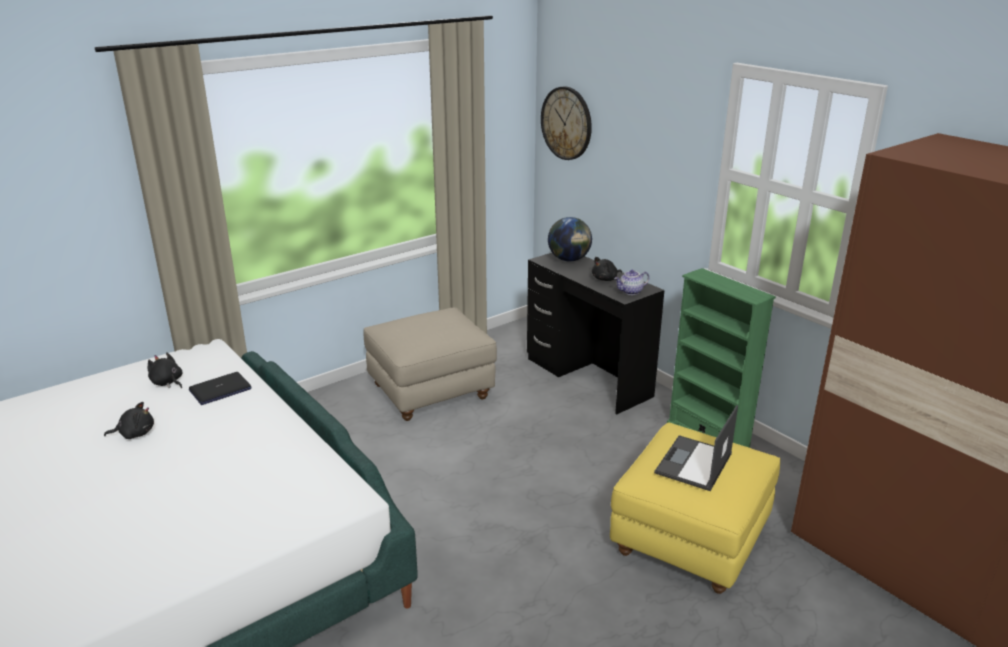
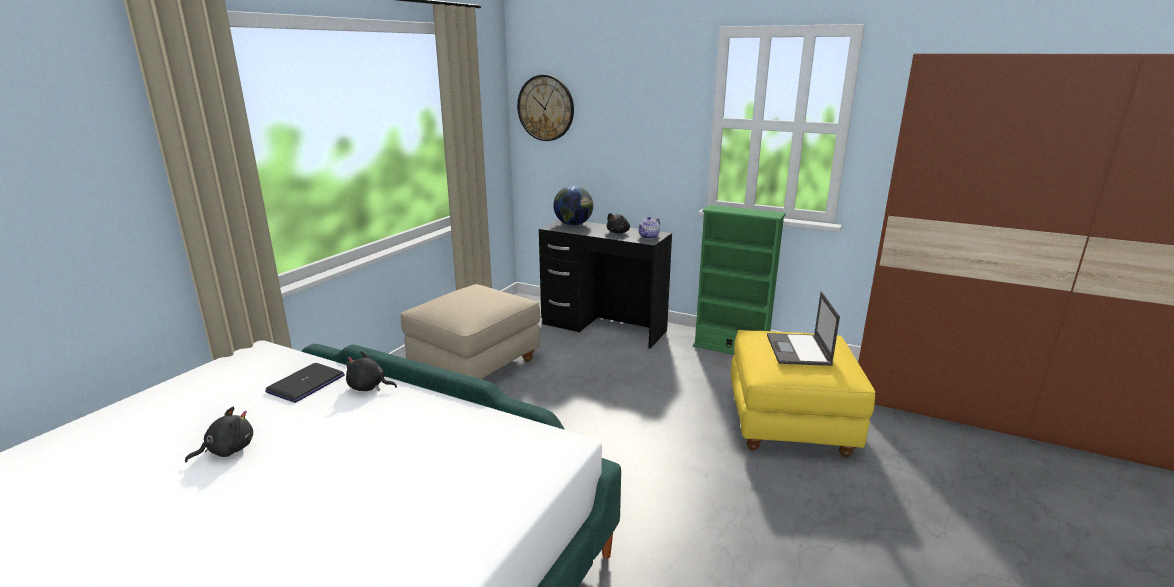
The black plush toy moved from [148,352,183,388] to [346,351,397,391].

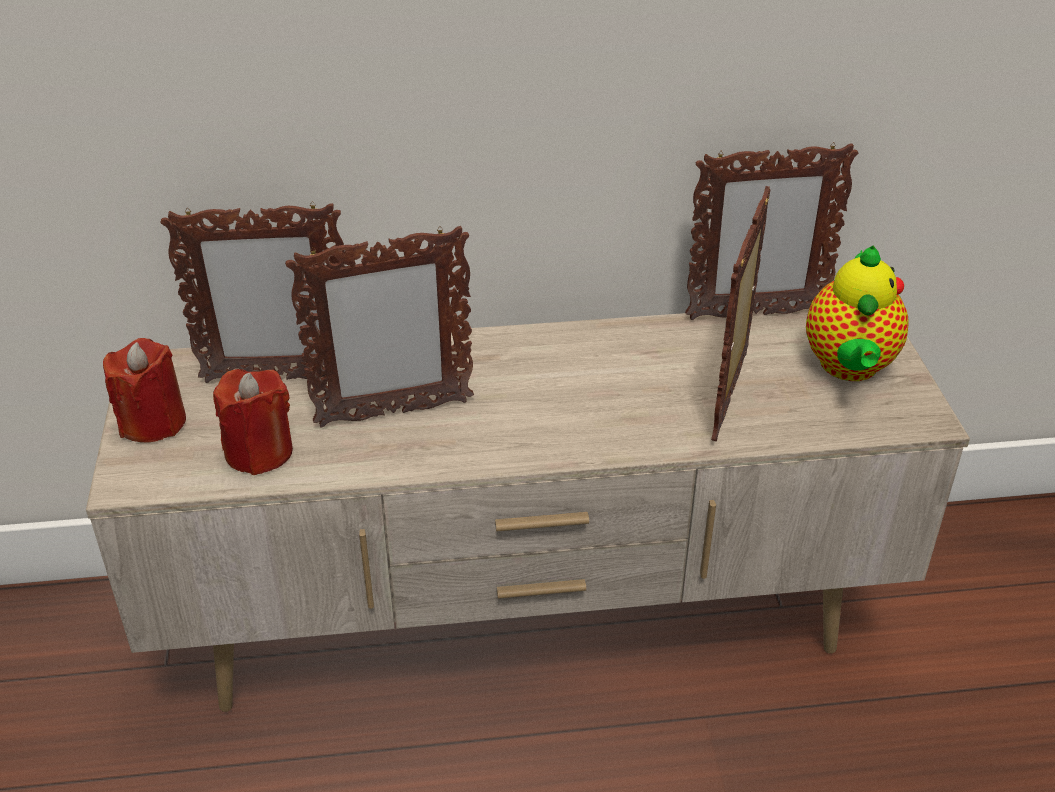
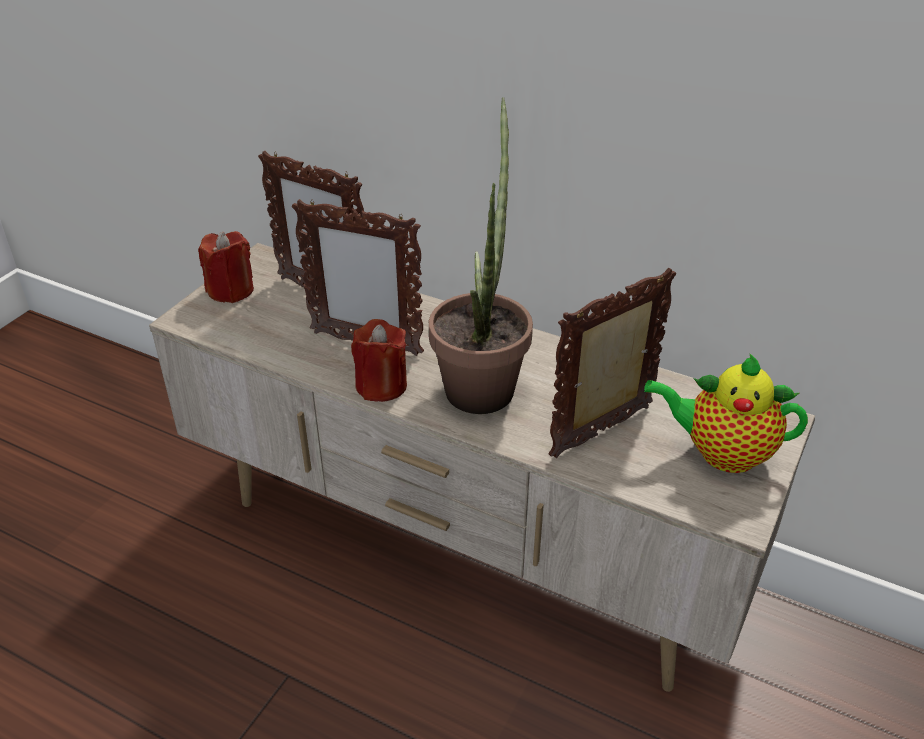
The red candle moved from [213,369,293,475] to [351,319,407,402].
The potted plant at [429,97,533,414] appeared.
The teapot at [806,246,909,381] turned 60 degrees clockwise.
The picture frame at [685,142,858,320] disappeared.

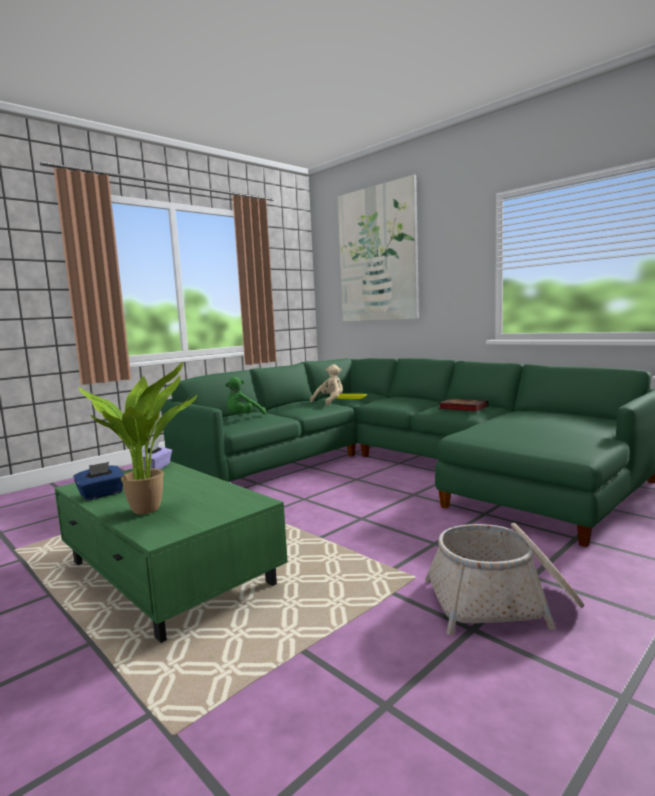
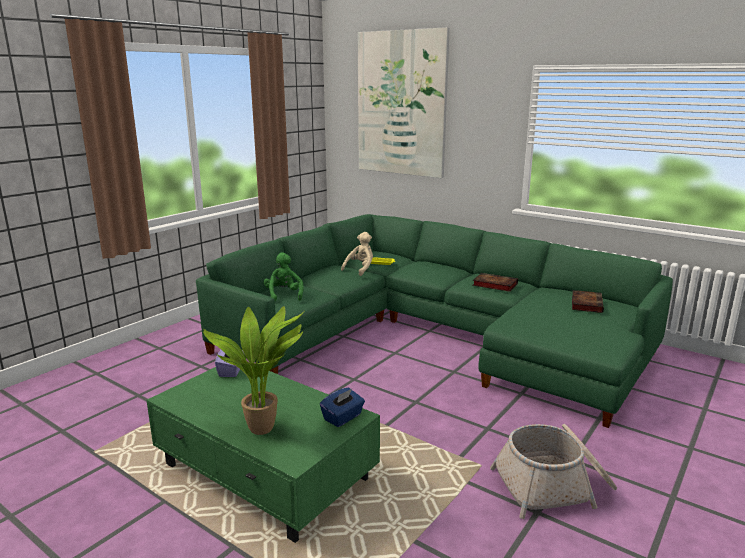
The green plush toy at [225,377,266,415] turned 135 degrees clockwise.
The blue tissue box moved from [73,462,124,500] to [320,388,365,427].
The book at [572,290,604,313] appeared.

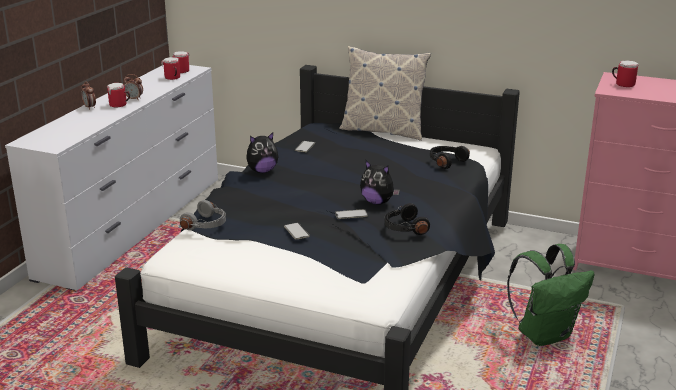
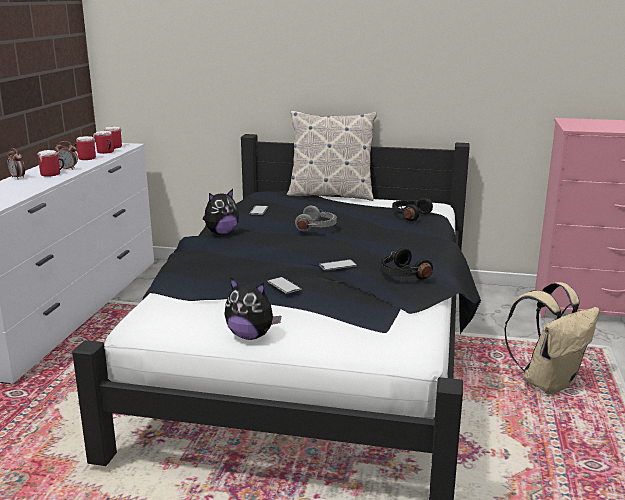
The mug moved from [612,60,639,87] to [74,136,96,160].
The plush toy moved from [360,161,400,205] to [224,277,281,340].
The grey headphones moved from [180,200,226,230] to [295,206,337,231].
The green backpack at [507,244,595,346] became the beige backpack at [504,282,600,394].

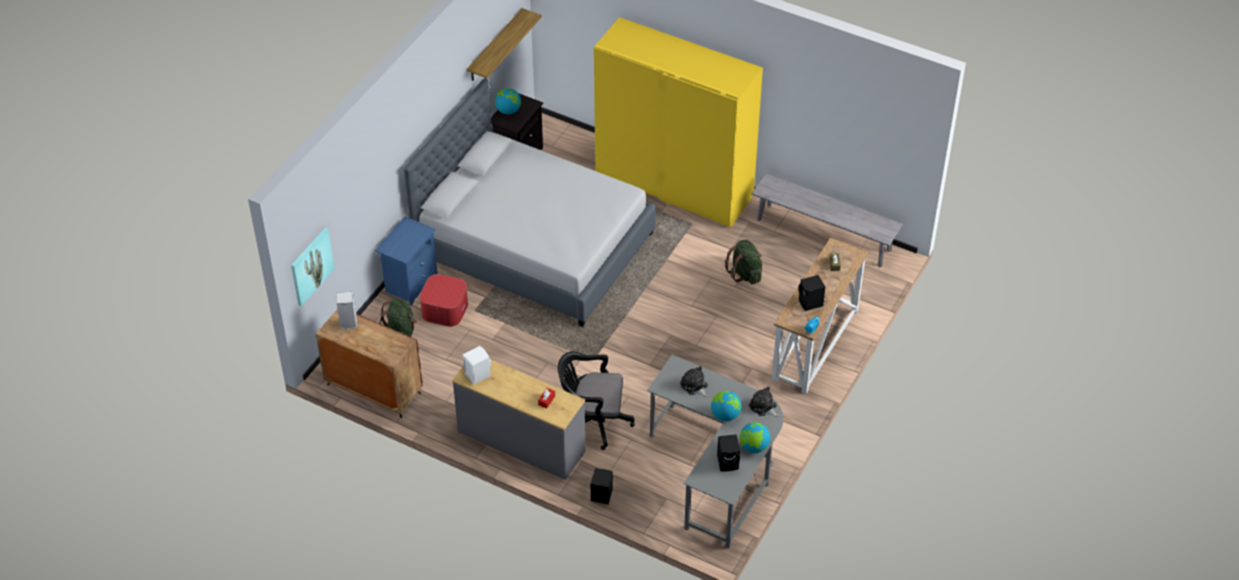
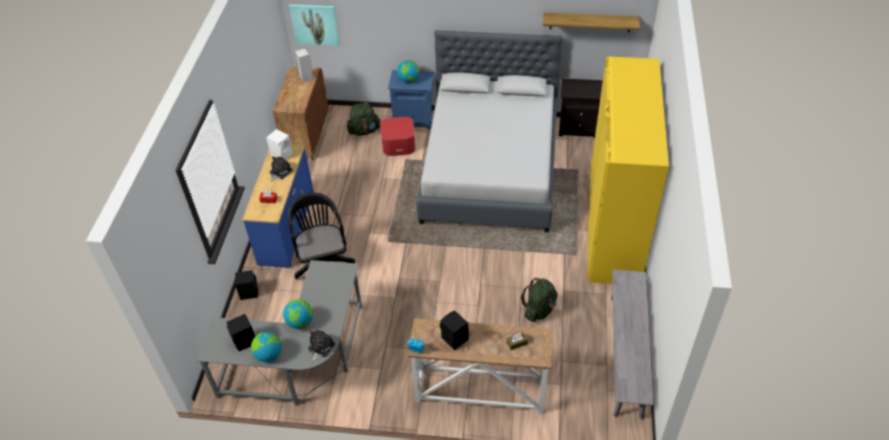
The grey dresser at [452,359,586,480] became the blue dresser at [242,144,314,268].
The plush toy moved from [680,366,708,397] to [270,157,293,182].
The globe moved from [495,88,521,114] to [397,60,419,83].

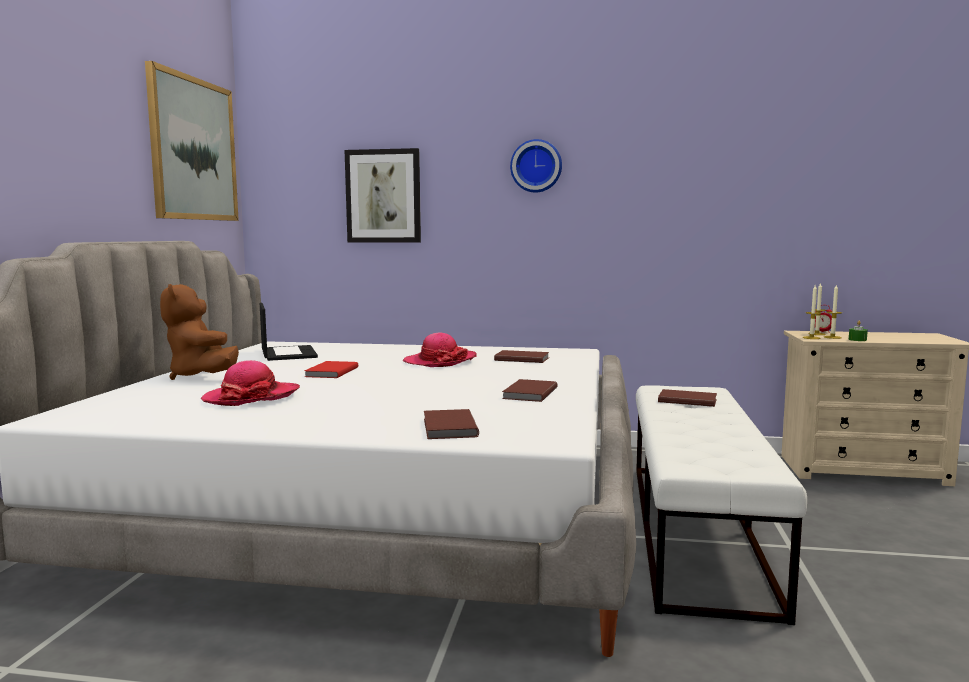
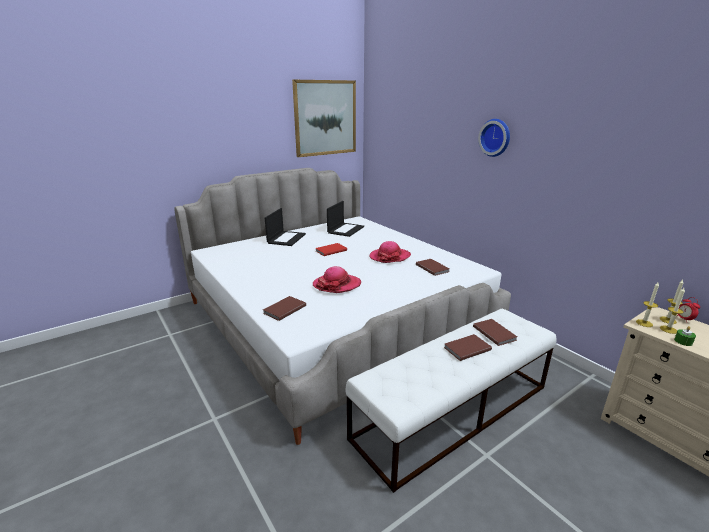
The brown plush toy at [160,284,239,380] was replaced by the laptop at [265,208,306,246].
The hat moved from [201,360,300,406] to [313,266,361,293].
The brown book moved from [502,379,557,402] to [444,334,492,361].
The picture at [345,148,421,243] disappeared.

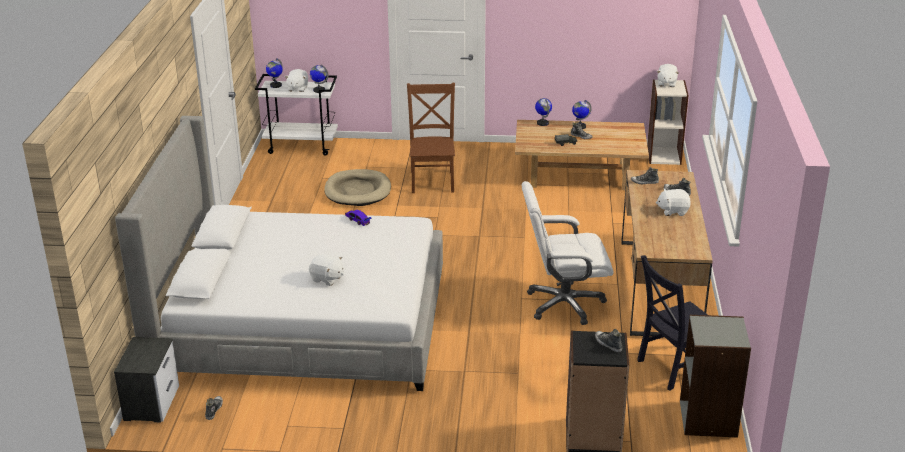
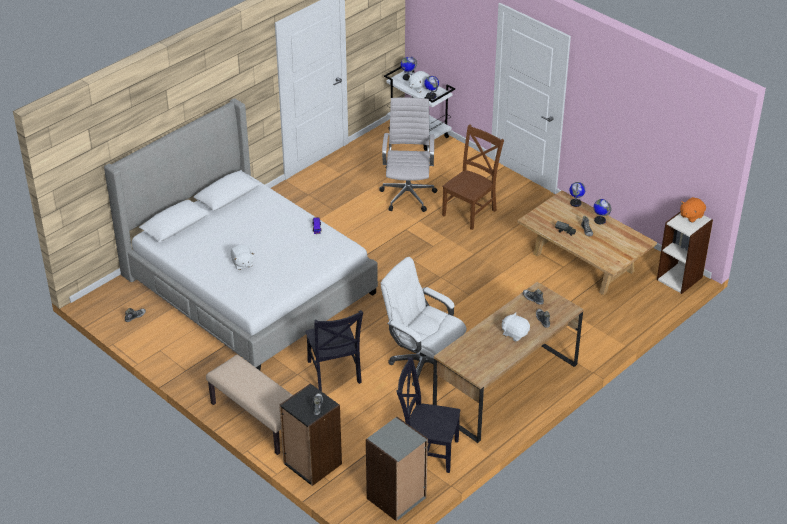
The beige bench at [206,354,293,455] appeared.
The black chair at [305,310,363,392] appeared.
The beige dog bed at [324,169,391,206] was replaced by the white office chair at [379,97,437,212].
The white plush toy at [657,64,679,87] became the orange plush toy at [680,197,706,223].
The nightstand at [114,337,179,423] disappeared.

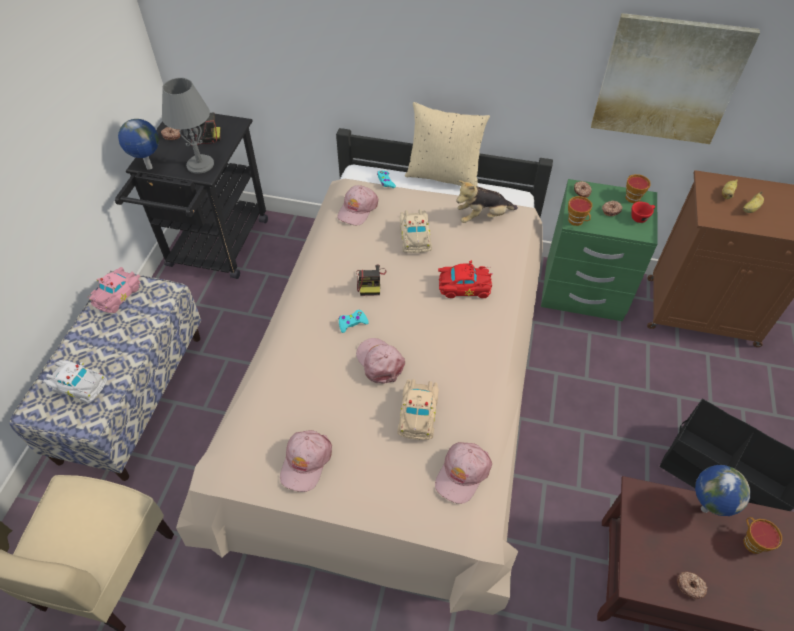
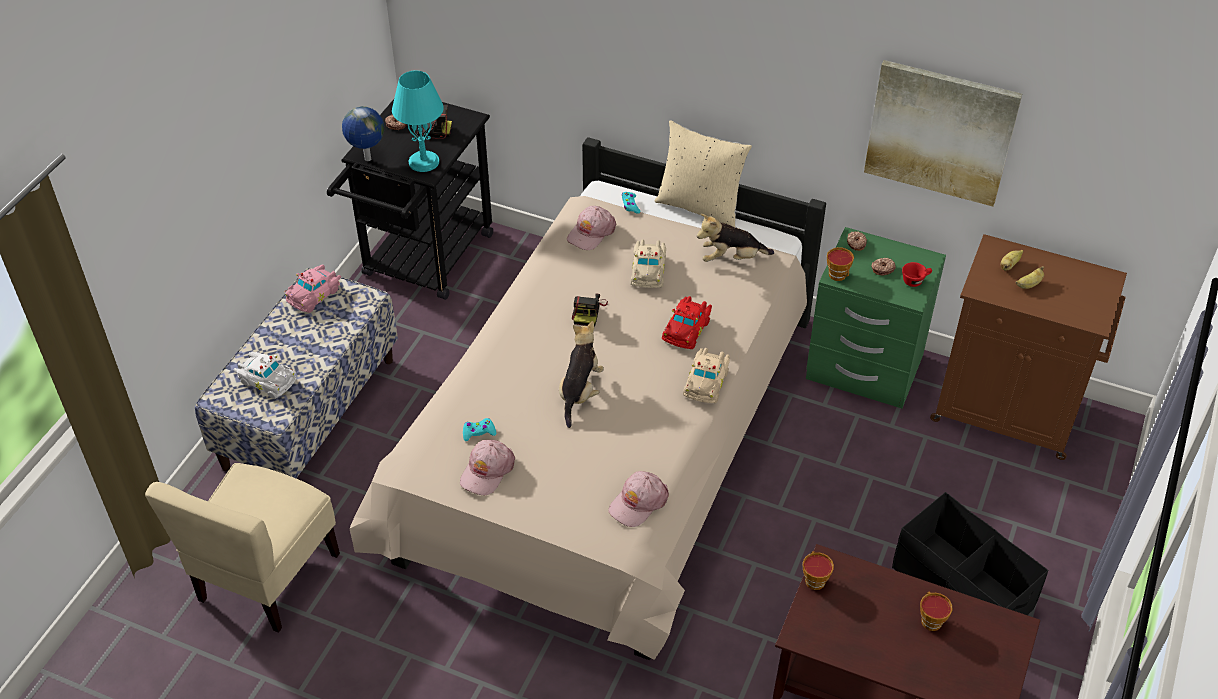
The grey table lamp at [162,78,214,174] became the turquoise table lamp at [392,71,444,172].
The turquoise game controller moved from [339,310,369,333] to [463,418,496,441].
The pink cap at [356,338,405,384] was replaced by the plush toy at [559,321,604,428].
The red toy car at [438,260,493,298] turned 105 degrees clockwise.
The beige toy car moved from [397,379,439,440] to [683,348,730,403].
The cup moved from [625,174,651,203] to [803,551,834,590].
The donut at [677,571,708,599] disappeared.
The globe at [695,465,750,516] disappeared.

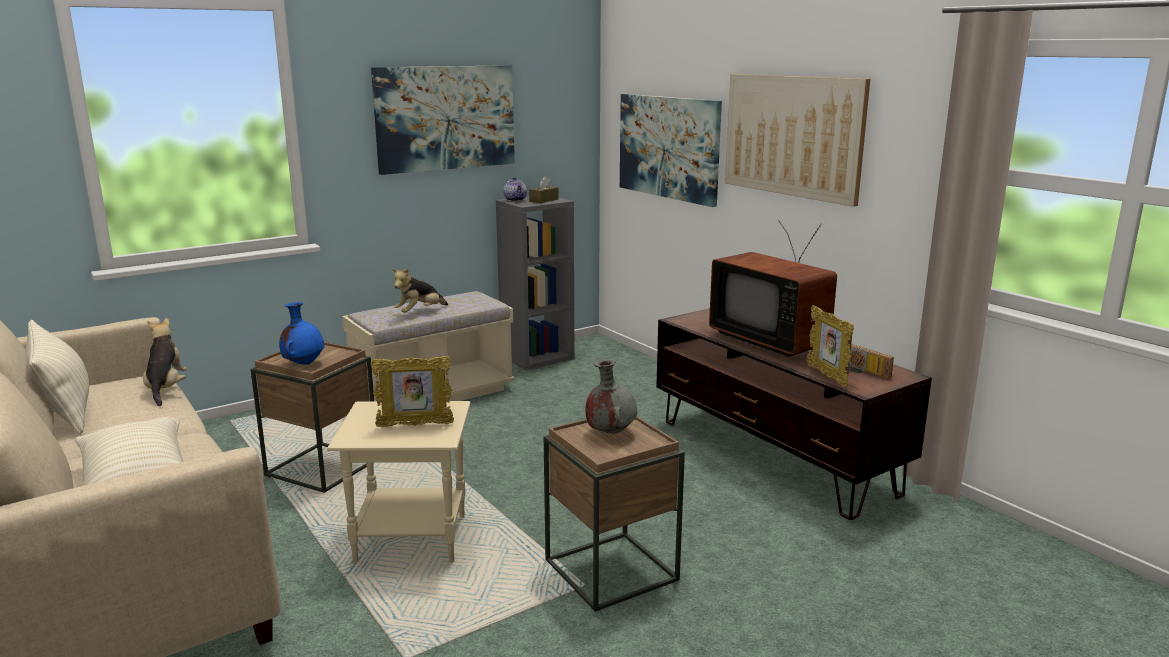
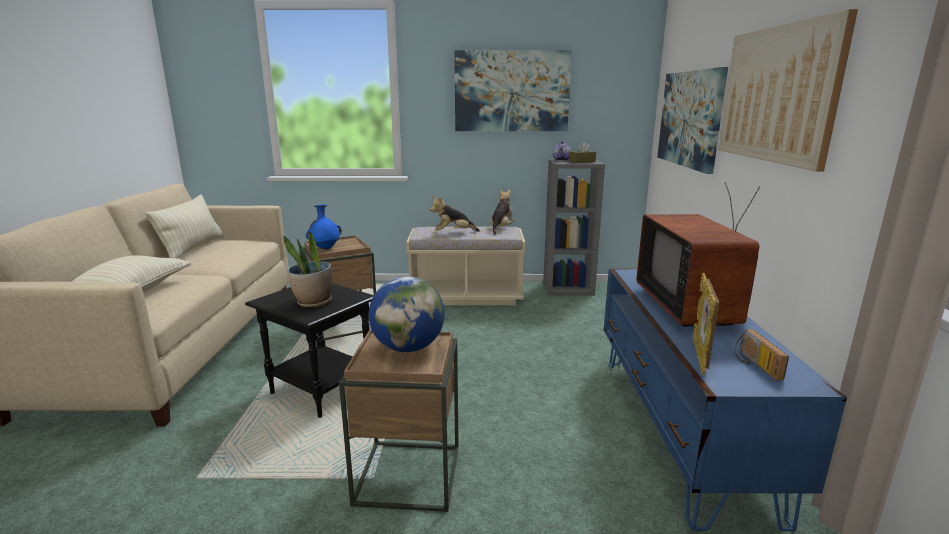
The beige side table at [327,401,471,563] became the black side table at [245,284,374,418].
The picture frame at [370,356,454,427] was replaced by the potted plant at [283,232,333,308].
The grey vase at [585,359,637,434] was replaced by the globe at [369,276,445,352].
The plush toy moved from [143,318,187,406] to [490,189,515,235].
The brown tv stand at [656,308,932,520] became the blue tv stand at [604,268,847,531].

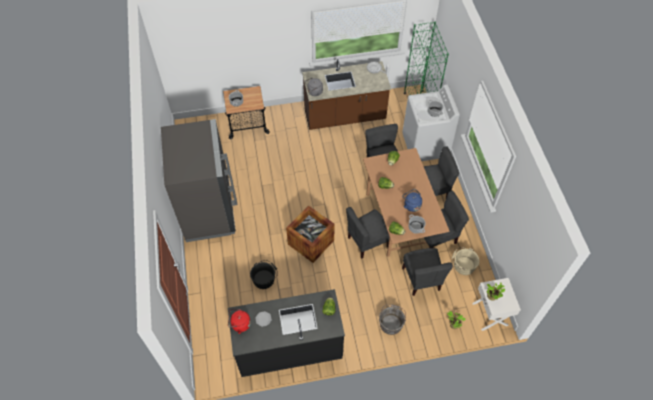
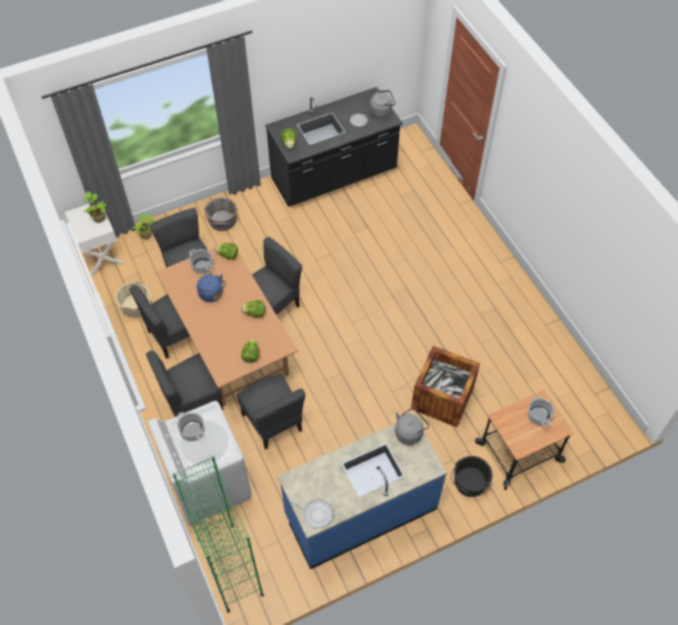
The brown counter at [302,59,391,130] became the blue counter at [278,423,447,569].
The red kettle at [228,309,251,334] became the grey kettle at [370,90,395,118].
The crate moved from [286,205,335,263] to [411,346,480,427].
The black bucket moved from [250,260,278,289] to [451,456,492,497].
The grey fridge at [161,119,237,242] disappeared.

